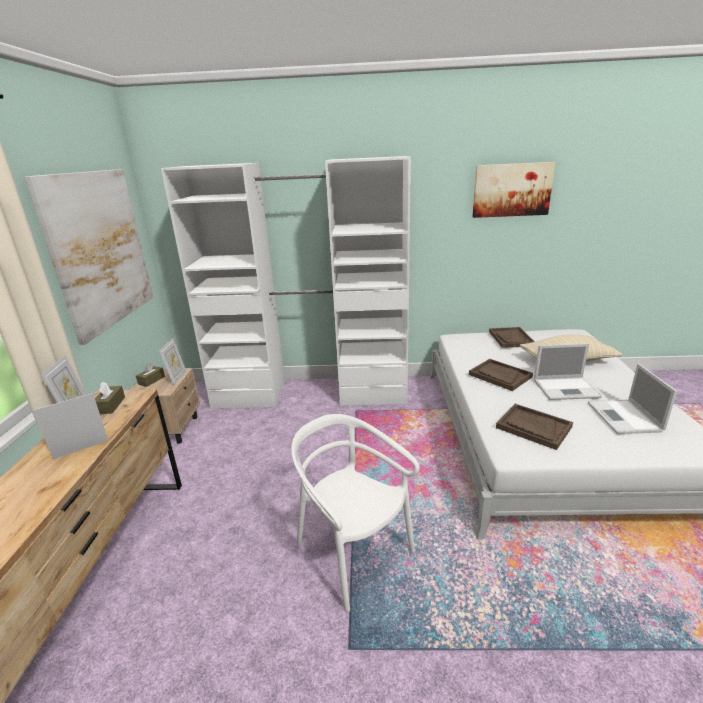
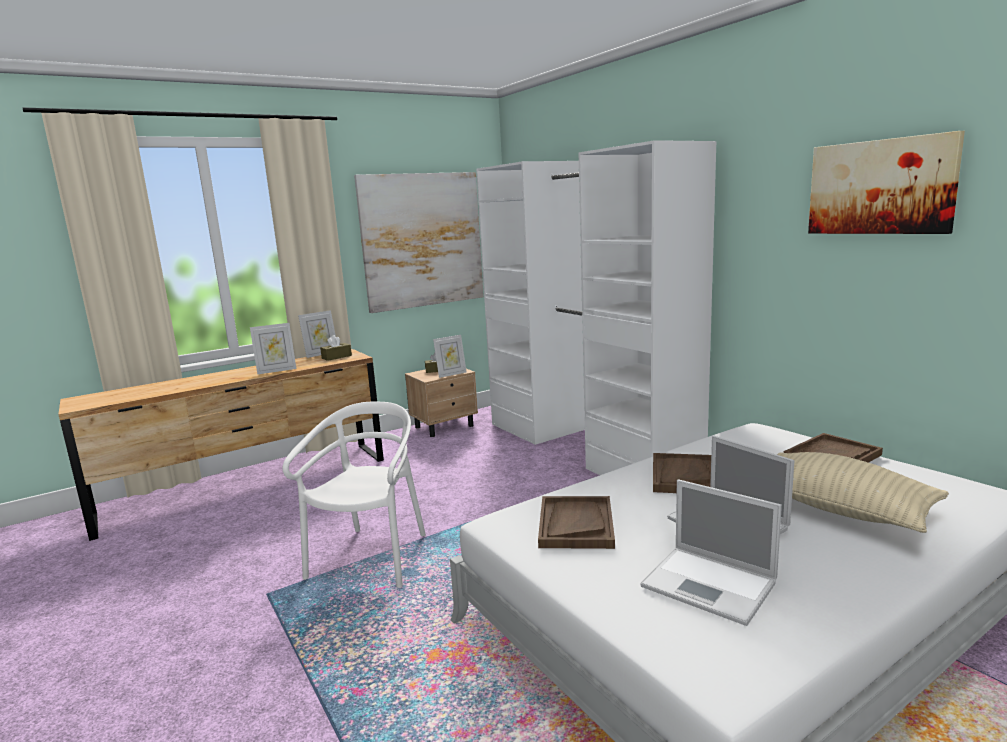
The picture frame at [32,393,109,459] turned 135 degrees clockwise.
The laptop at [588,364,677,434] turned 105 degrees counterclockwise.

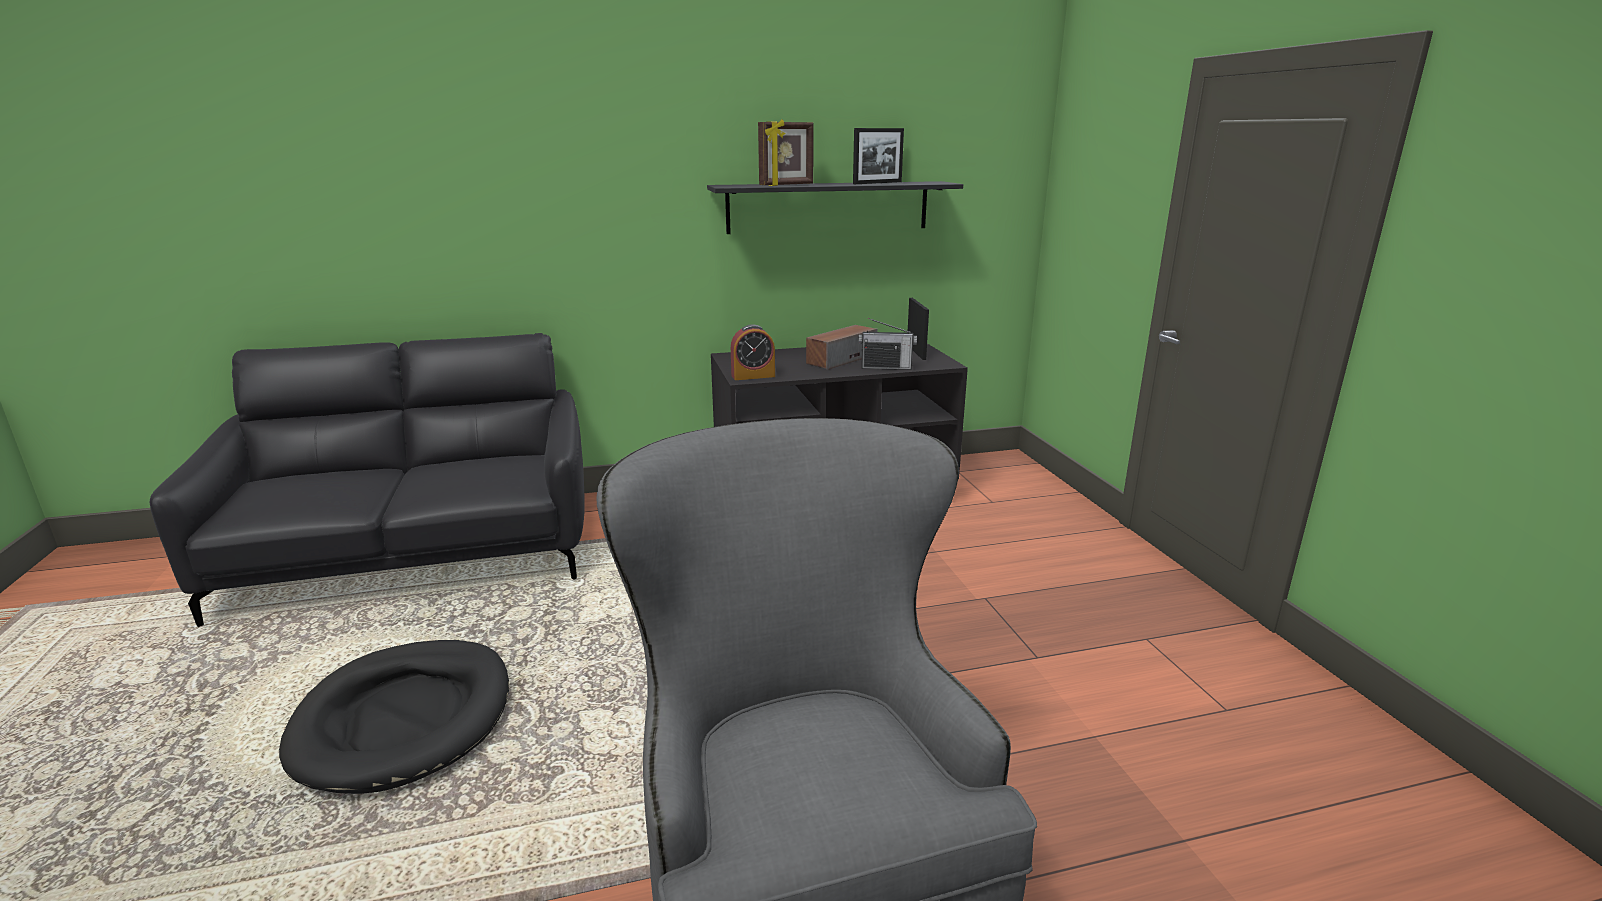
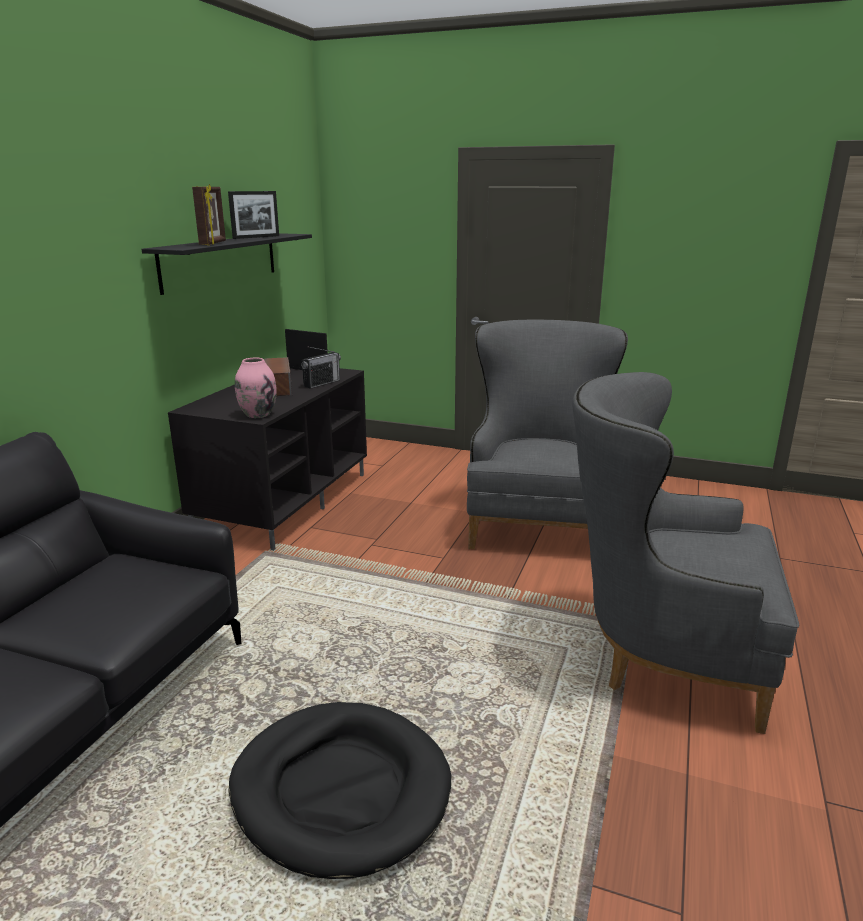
The picture frame at [853,128,904,184] turned 45 degrees clockwise.
The alarm clock at [731,324,775,380] was replaced by the pink vase at [235,358,277,418].
The grey armchair at [467,320,628,549] appeared.

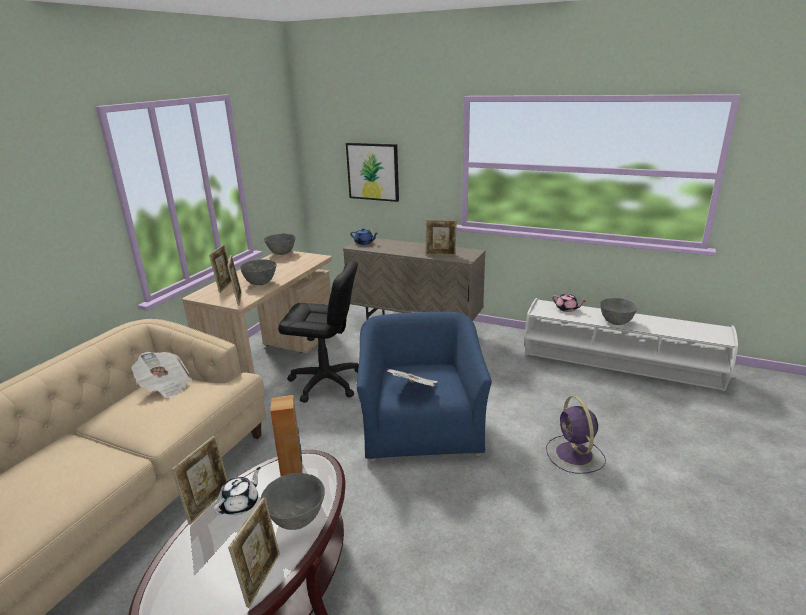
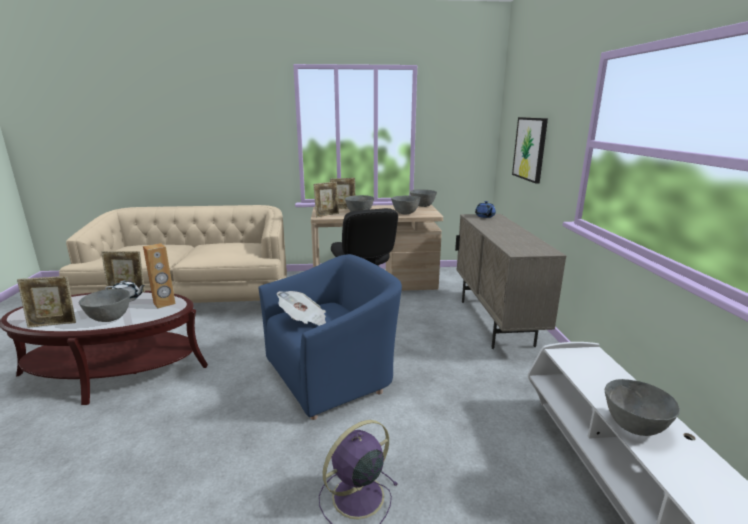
The grey bowl at [391,195,421,214] appeared.
The newspaper at [131,352,192,398] disappeared.
The picture frame at [426,220,457,255] disappeared.
The pink teapot at [552,293,585,312] disappeared.

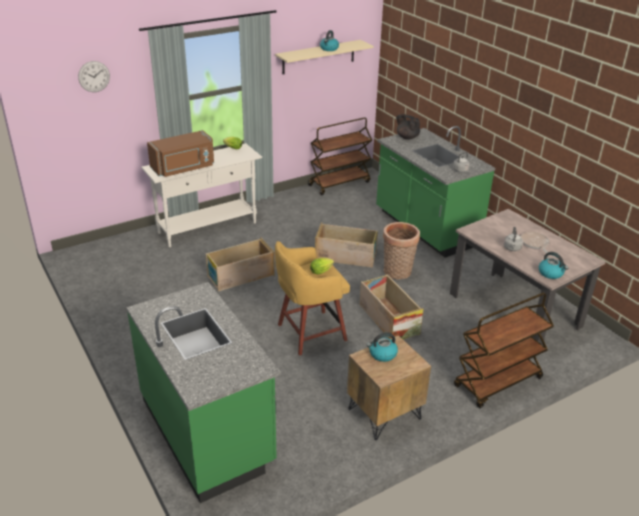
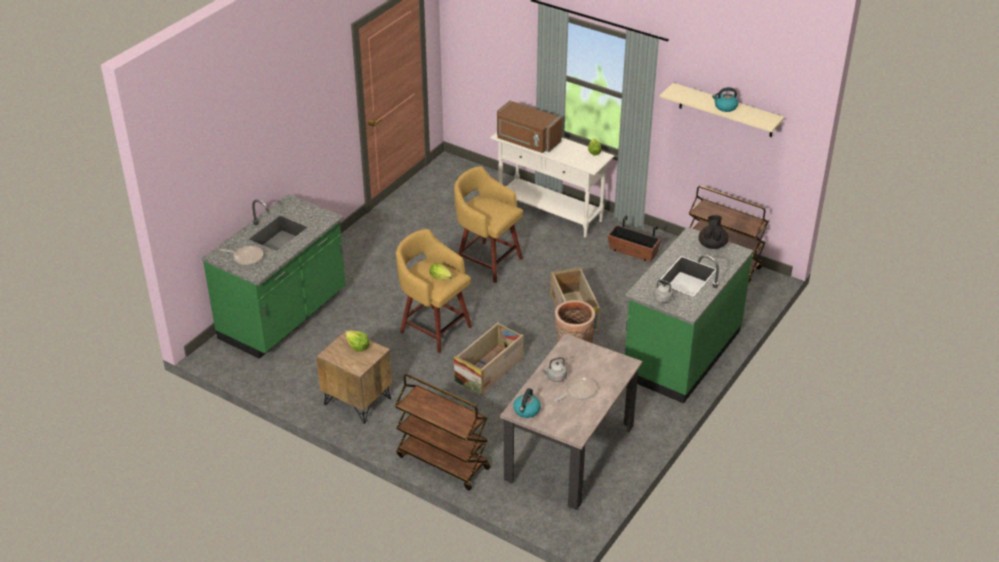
The frying pan at [220,246,263,265] appeared.
The kettle at [367,332,398,362] was replaced by the lettuce at [345,331,370,352].
The crate at [206,237,275,291] was replaced by the yellow stool at [454,166,523,283].
The planter at [607,216,661,262] appeared.
The wall clock at [78,61,110,92] disappeared.

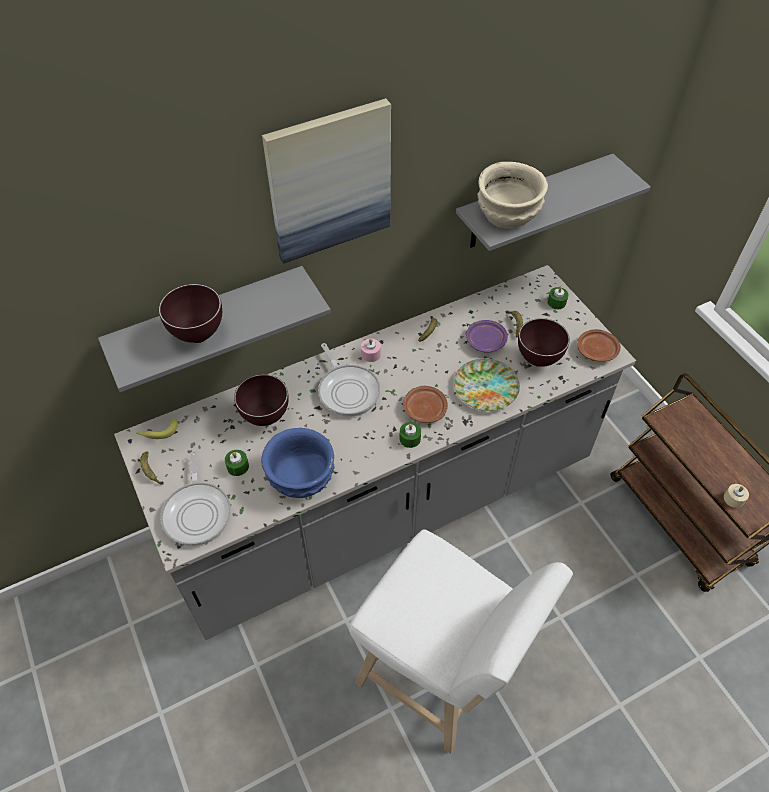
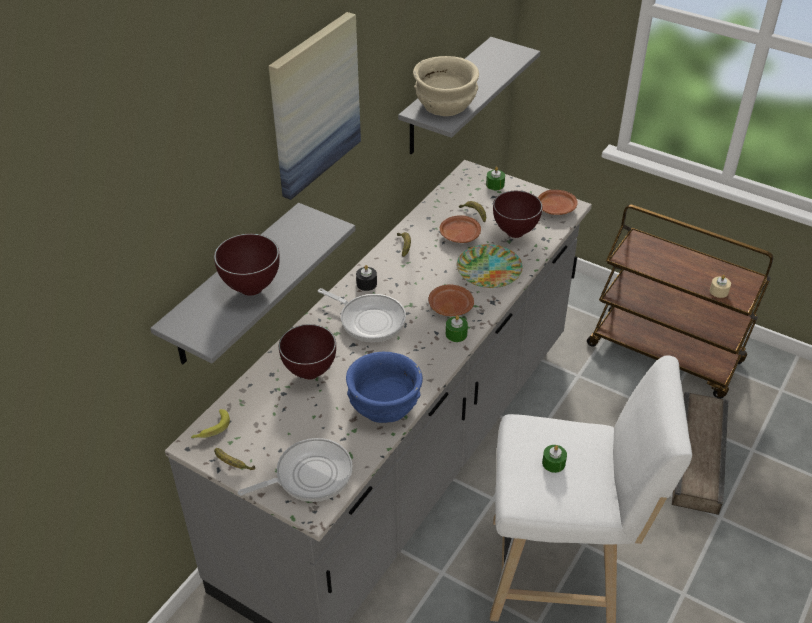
The frying pan at [160,451,231,546] turned 75 degrees counterclockwise.
The pink candle at [361,339,381,362] became the black candle at [356,265,377,291].
The purple plate at [466,320,508,353] became the brown plate at [440,215,481,243].
The green candle moved from [225,450,249,476] to [542,445,567,473].
The crate at [672,392,728,515] appeared.

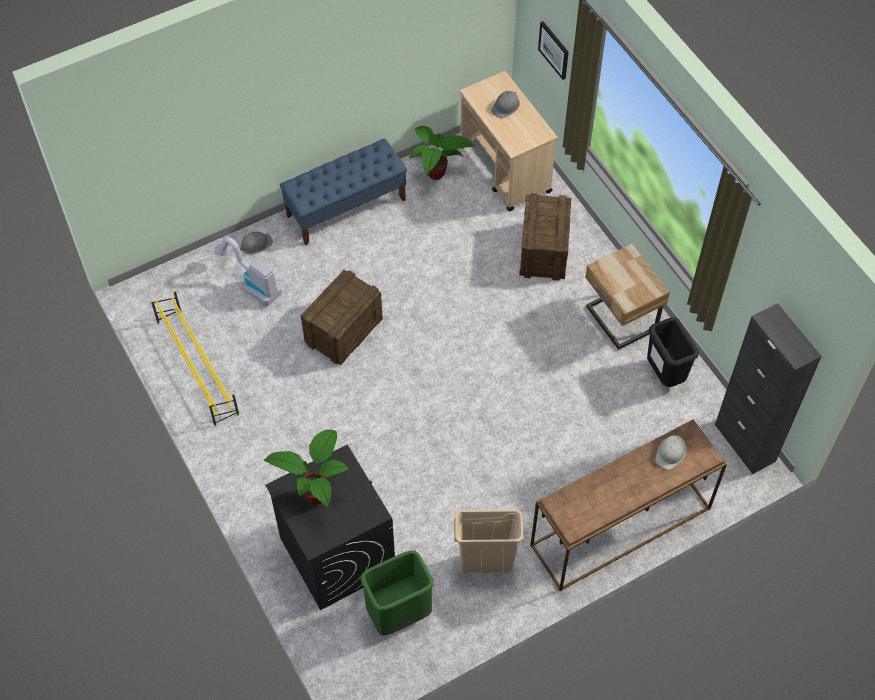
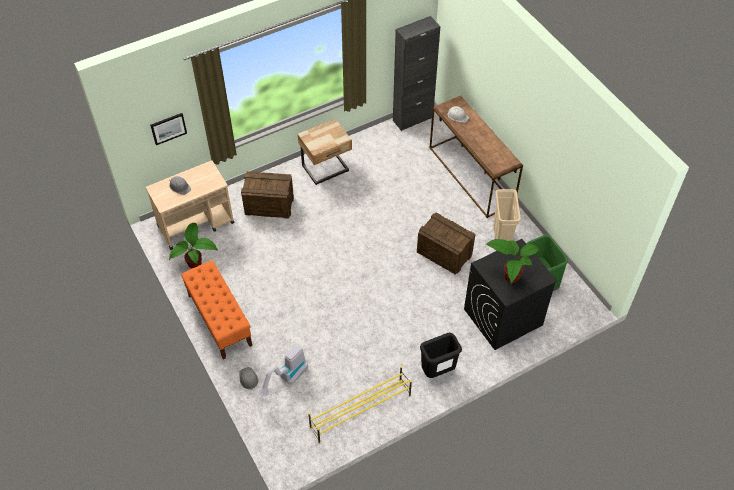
The blue bench at [280,138,407,245] became the orange bench at [181,260,252,360].
The crate moved from [300,270,383,365] to [417,212,476,275].
The black trash can moved from [647,317,699,387] to [420,333,462,378].

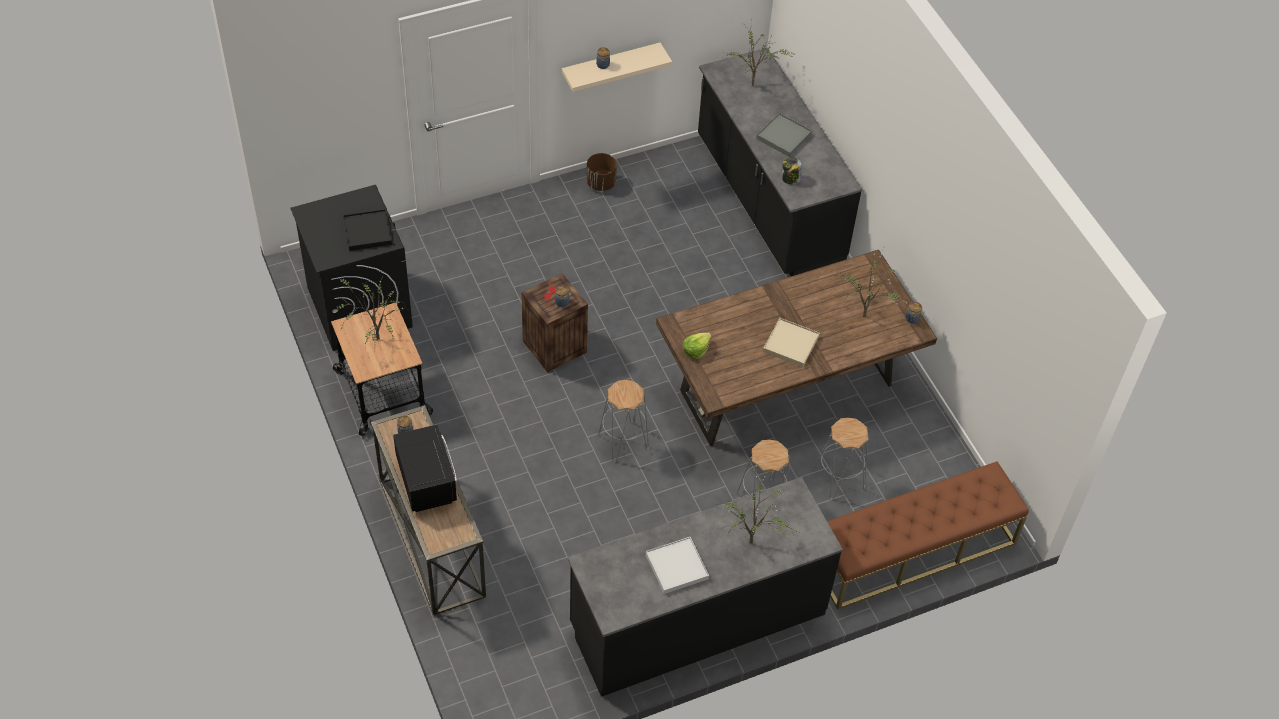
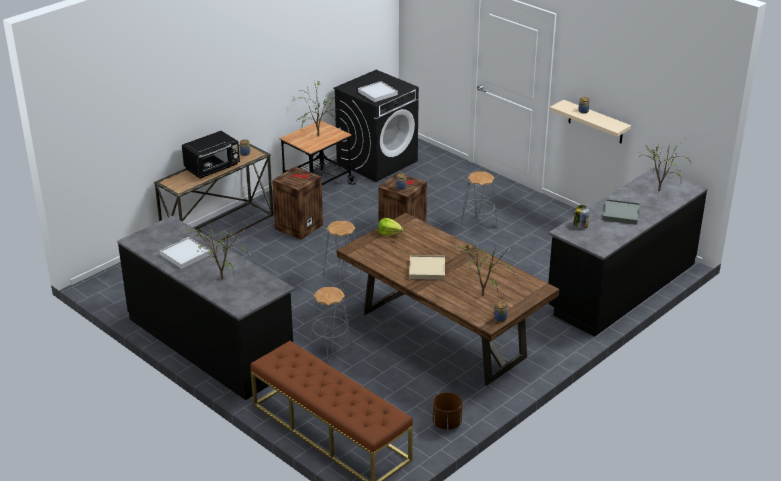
The crate at [272,166,323,240] appeared.
The black tray at [343,209,392,251] became the white tray at [358,81,398,102].
The brown planter moved from [587,153,617,191] to [432,392,463,430].
The grey stool moved from [814,418,869,500] to [460,171,497,236].

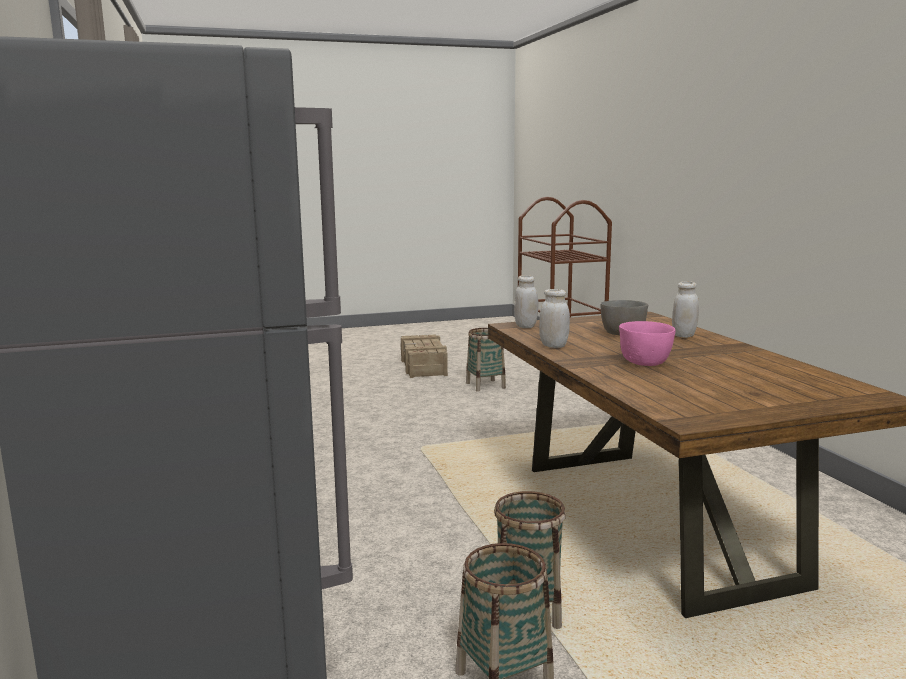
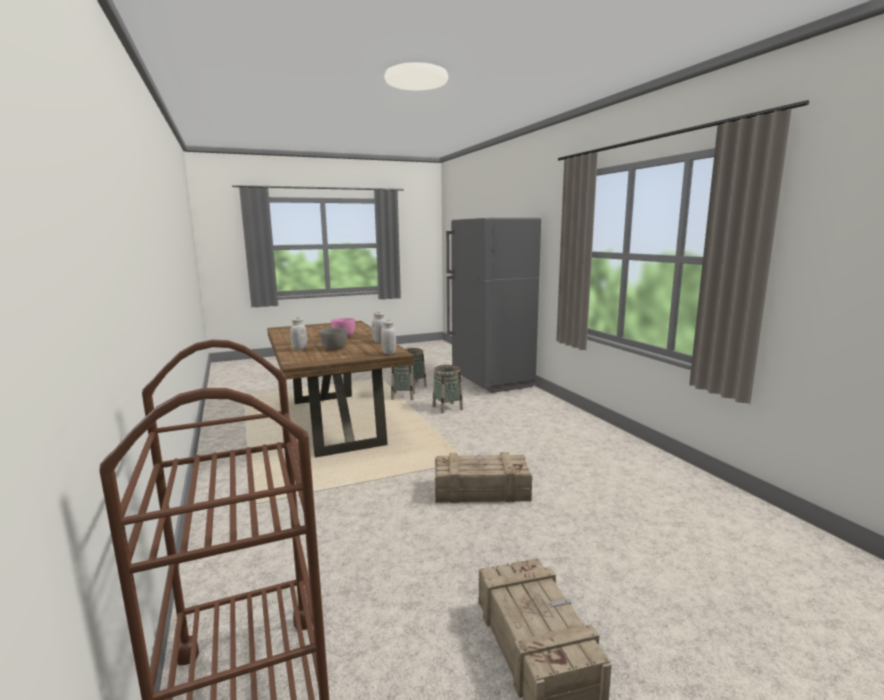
The basket moved from [466,328,506,392] to [433,365,463,413].
The crate at [435,452,532,503] appeared.

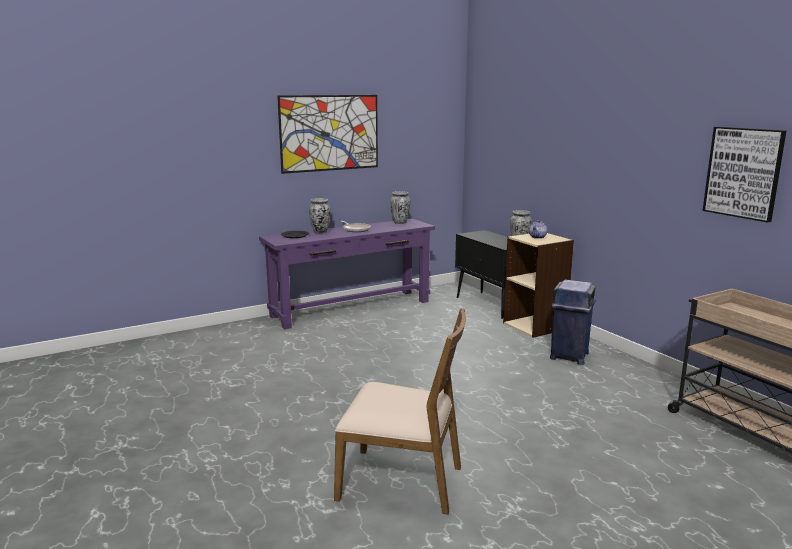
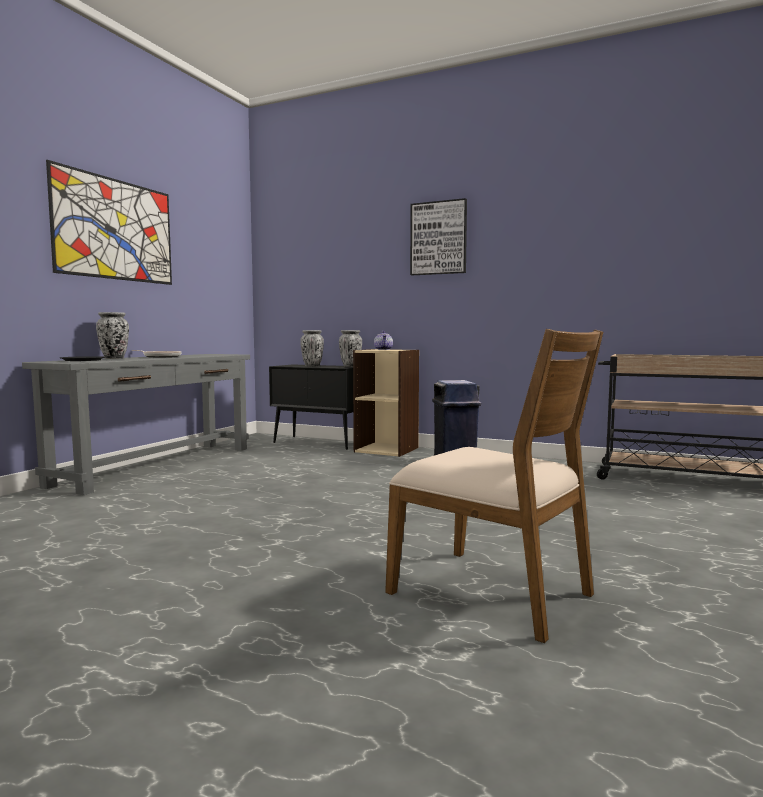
The purple console table at [259,219,435,329] became the grey console table at [22,354,250,495].
The vase moved from [390,191,410,224] to [300,330,324,367].
The brown chair at [334,308,466,515] turned 60 degrees clockwise.
The picture moved from [703,127,786,223] to [410,198,467,275].

